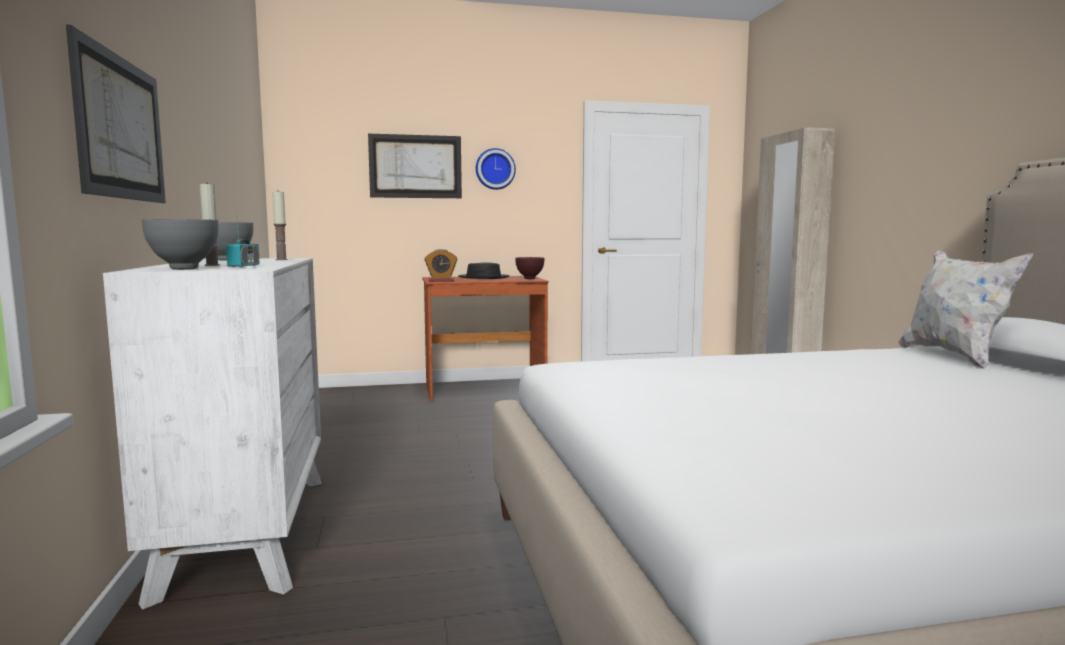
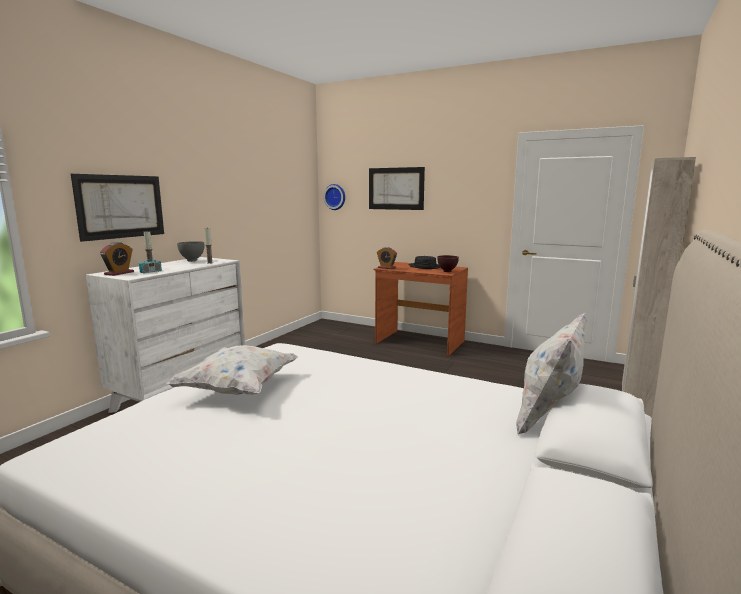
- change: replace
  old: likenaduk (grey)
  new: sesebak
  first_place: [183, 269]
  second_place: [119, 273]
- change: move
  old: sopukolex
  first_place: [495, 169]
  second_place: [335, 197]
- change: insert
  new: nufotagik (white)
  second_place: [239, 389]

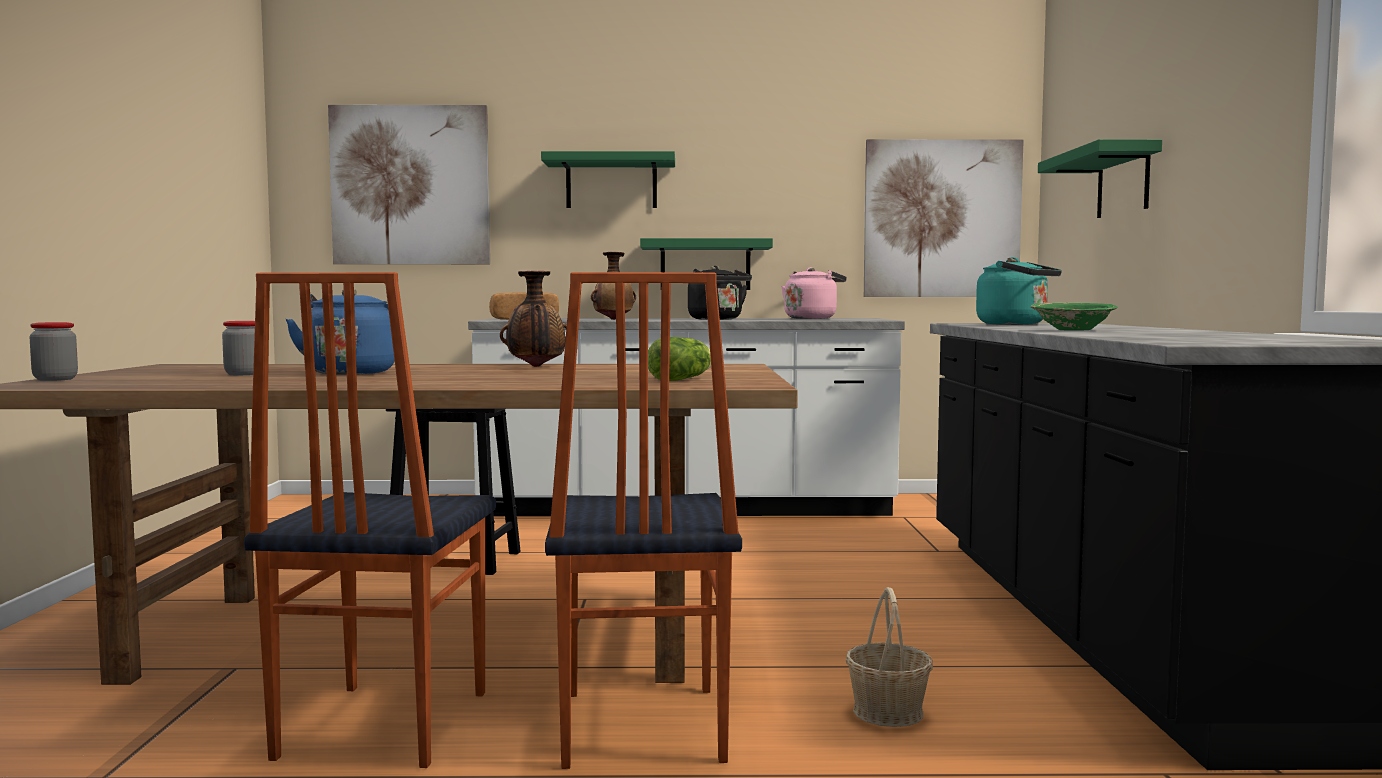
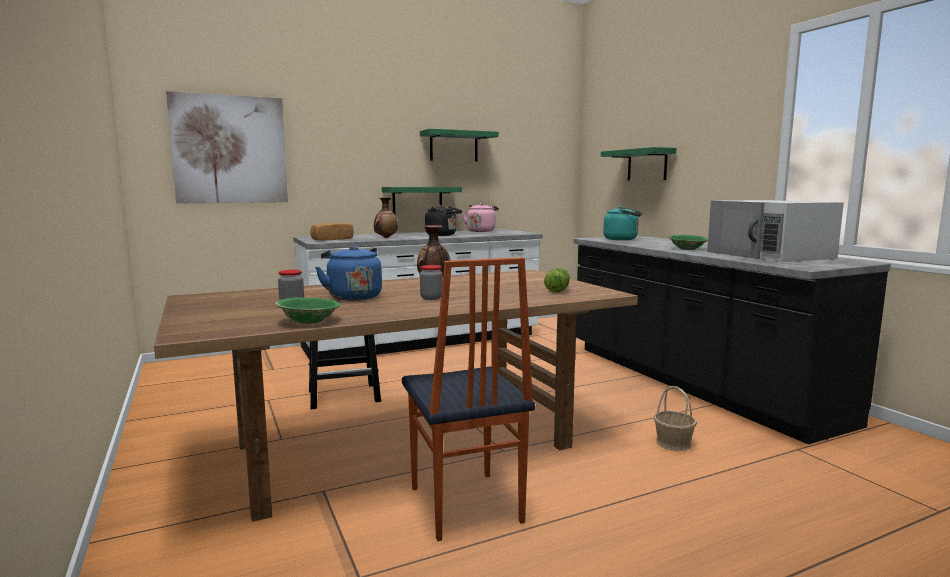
- change: move
  old: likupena
  first_place: [55, 379]
  second_place: [431, 298]
- change: move
  old: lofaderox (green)
  first_place: [611, 183]
  second_place: [454, 146]
- change: delete
  old: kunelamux
  first_place: [638, 726]
- change: delete
  old: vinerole
  first_place: [942, 219]
- change: insert
  new: likenaduk (green)
  second_place: [309, 321]
- change: insert
  new: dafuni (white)
  second_place: [770, 255]

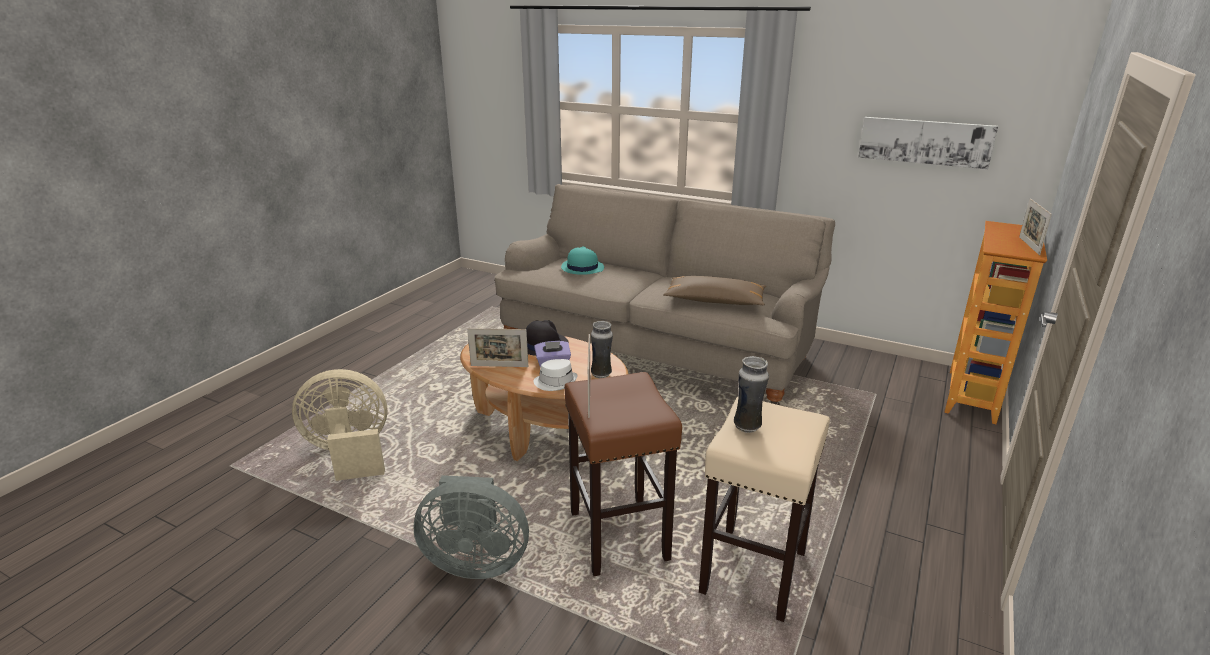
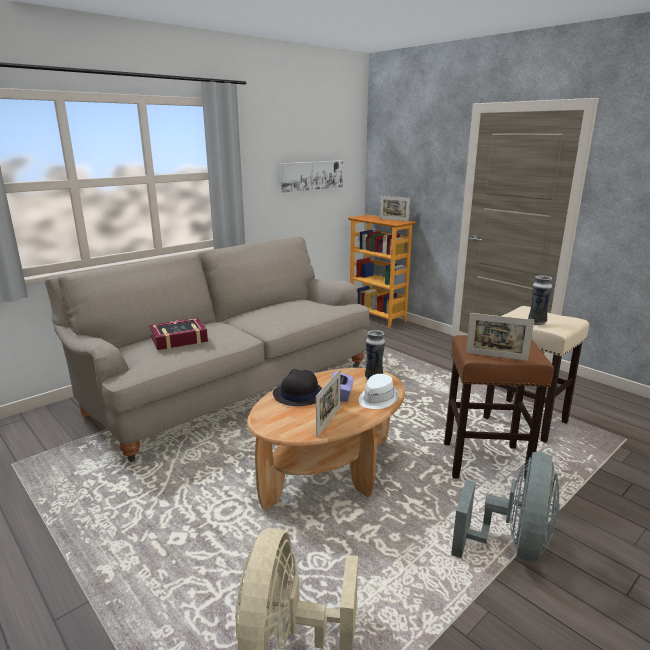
- change: replace
  old: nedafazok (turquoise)
  new: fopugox
  first_place: [582, 268]
  second_place: [179, 339]
- change: delete
  old: nufotagik (brown)
  first_place: [714, 301]

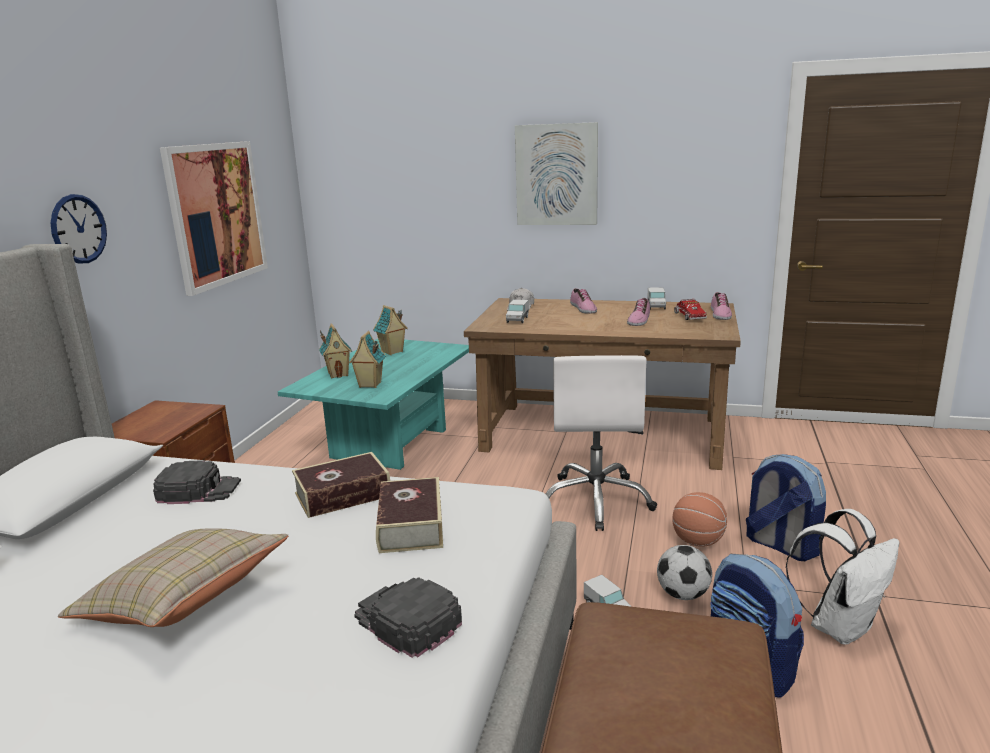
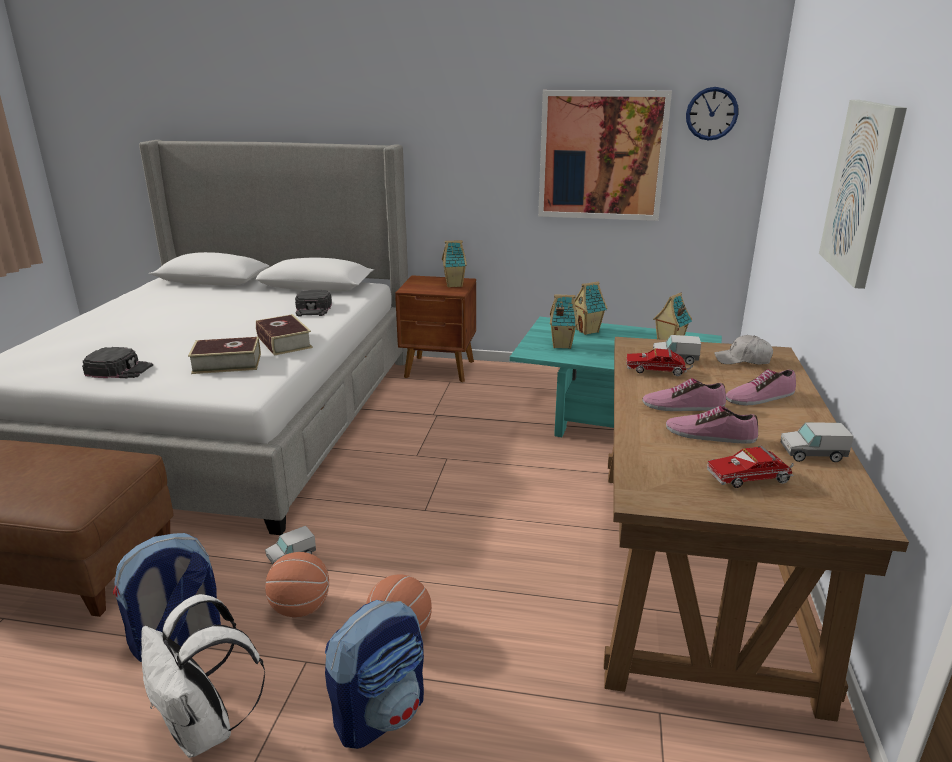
- change: move
  old: sopukolex
  first_place: [78, 229]
  second_place: [711, 113]
- change: delete
  old: nufotagik (beige)
  first_place: [183, 603]
- change: rotate
  old: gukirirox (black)
  first_place: [406, 621]
  second_place: [119, 369]
  degrees: 60
- change: delete
  old: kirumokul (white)
  first_place: [596, 500]
- change: replace
  old: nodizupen
  new: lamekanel
  first_place: [683, 594]
  second_place: [301, 608]
- change: move
  old: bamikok
  first_place: [719, 314]
  second_place: [683, 406]
- change: insert
  new: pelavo
  second_place: [455, 285]
- change: insert
  new: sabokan
  second_place: [658, 372]

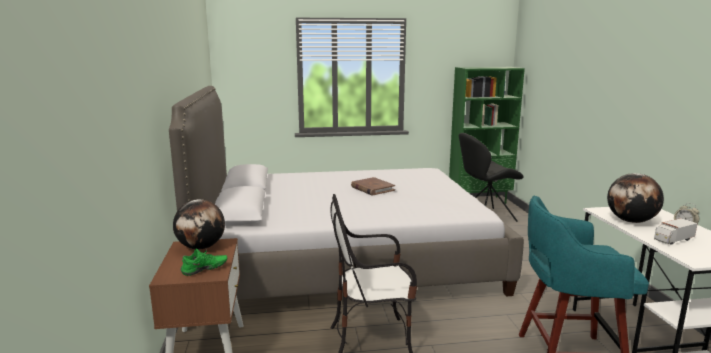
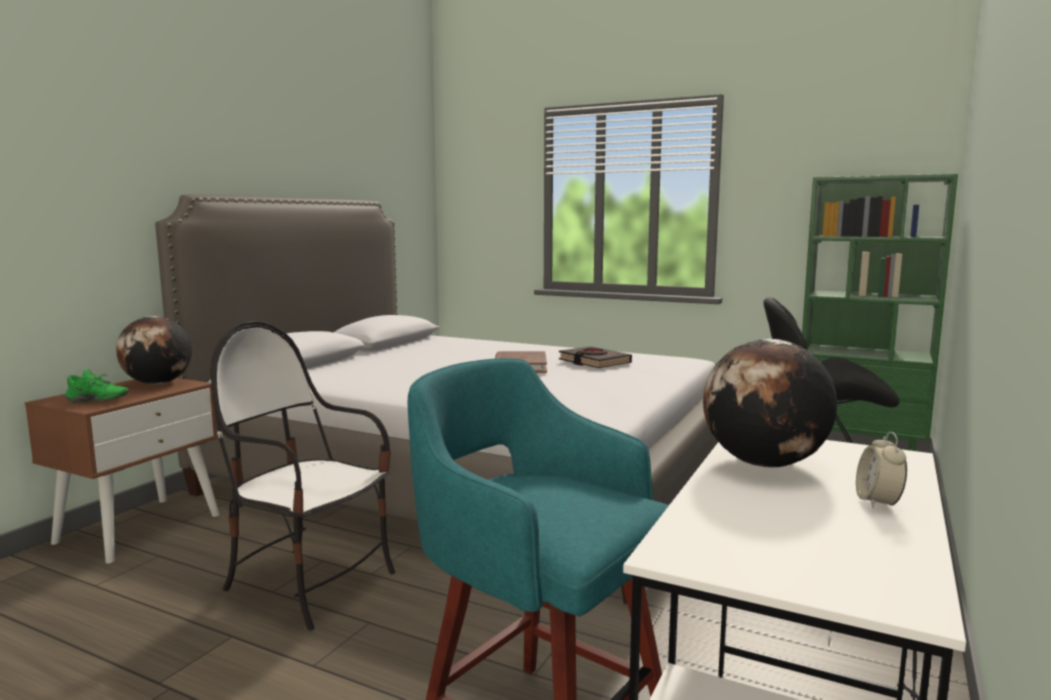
- change: delete
  old: sabokan
  first_place: [673, 240]
- change: insert
  new: fopugox (black)
  second_place: [594, 362]

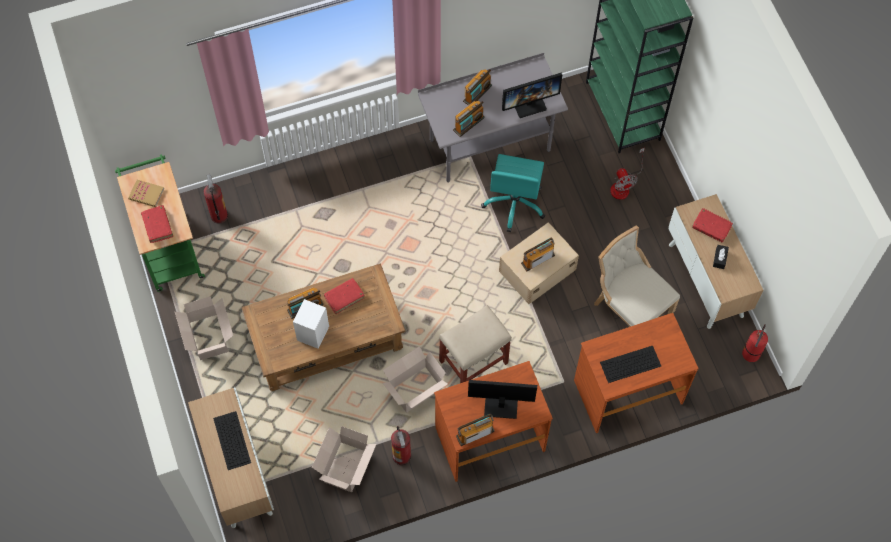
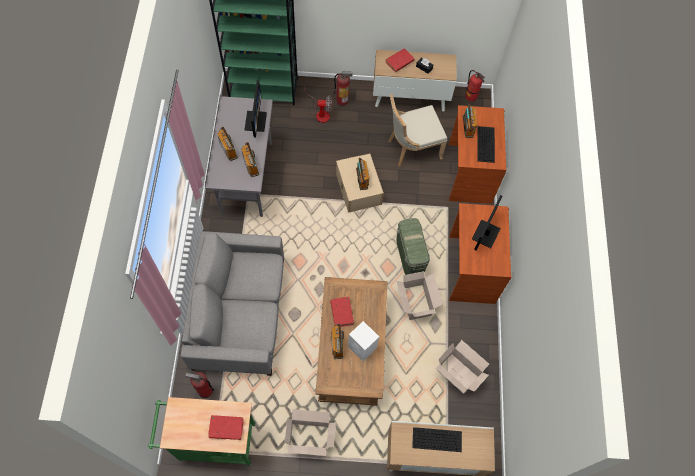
- change: delete
  old: fopugox
  first_place: [146, 194]
- change: move
  old: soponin
  first_place: [402, 456]
  second_place: [342, 100]
- change: replace
  old: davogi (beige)
  new: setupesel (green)
  first_place: [474, 361]
  second_place: [409, 256]
- change: move
  old: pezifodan
  first_place: [475, 433]
  second_place: [467, 126]
- change: delete
  old: kirumokul (turquoise)
  first_place: [514, 203]
- change: insert
  new: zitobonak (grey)
  second_place: [240, 313]

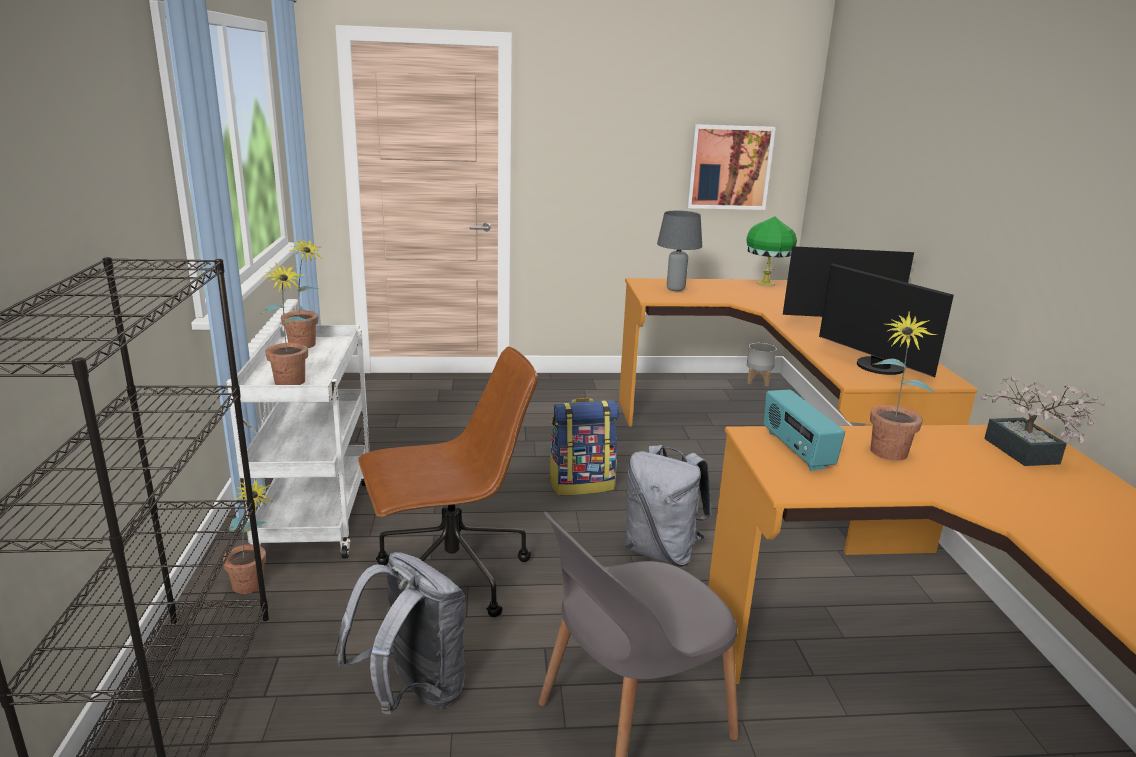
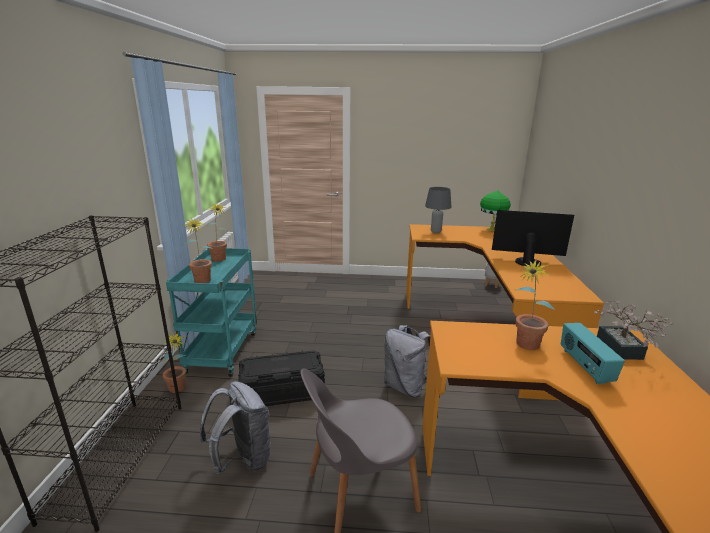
- change: recolor
  old: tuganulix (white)
  new: tuganulix (turquoise)
  first_place: [314, 515]
  second_place: [222, 350]
- change: replace
  old: kirumokul (brown)
  new: setupesel (black)
  first_place: [450, 577]
  second_place: [282, 392]
- change: delete
  old: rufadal
  first_place: [582, 484]
- change: delete
  old: vinerole
  first_place: [729, 167]
- change: move
  old: pezifodan
  first_place: [796, 450]
  second_place: [584, 366]
- change: delete
  old: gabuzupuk
  first_place: [877, 367]

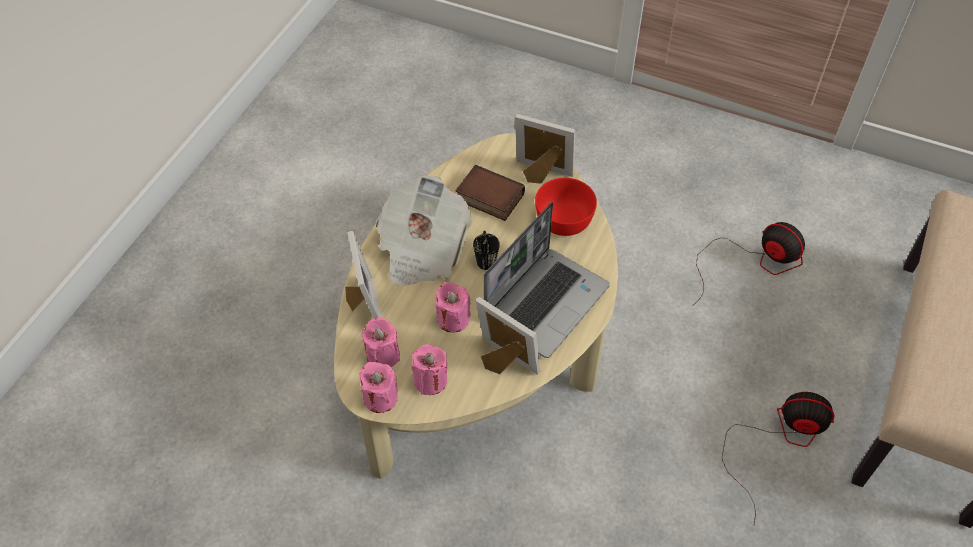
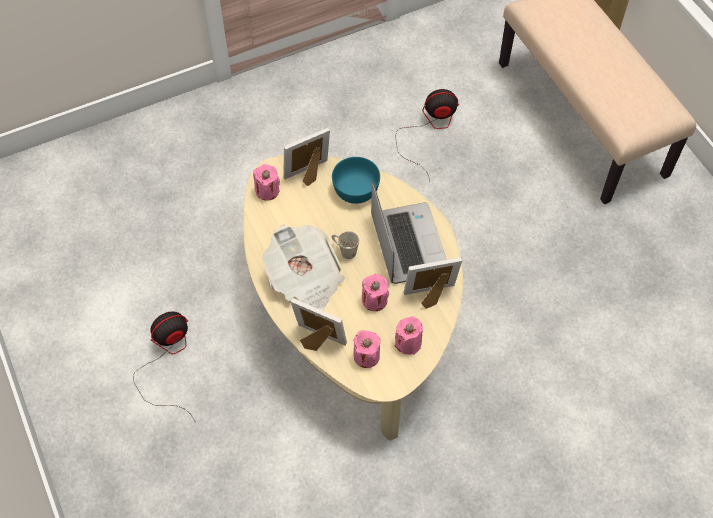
- change: move
  old: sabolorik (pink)
  first_place: [380, 398]
  second_place: [267, 191]
- change: delete
  old: fopugox
  first_place: [488, 198]
- change: recolor
  old: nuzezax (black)
  new: nuzezax (white)
  first_place: [485, 257]
  second_place: [344, 250]
- change: recolor
  old: likenaduk (red)
  new: likenaduk (turquoise)
  first_place: [563, 220]
  second_place: [356, 190]
- change: move
  old: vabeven
  first_place: [778, 441]
  second_place: [168, 359]

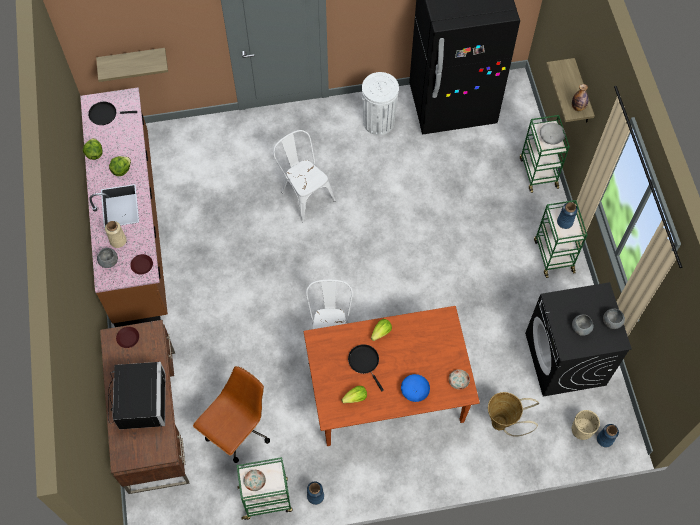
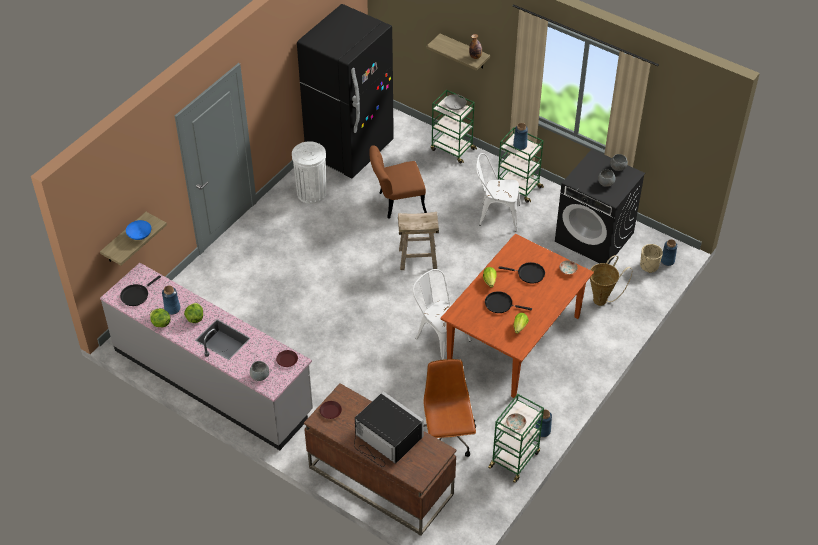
- change: recolor
  old: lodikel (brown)
  new: lodikel (grey)
  first_place: [134, 226]
  second_place: [213, 380]
- change: delete
  old: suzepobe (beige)
  first_place: [118, 241]
- change: move
  old: kunelamux (white)
  first_place: [304, 194]
  second_place: [495, 215]
- change: move
  old: likenaduk (blue)
  first_place: [414, 391]
  second_place: [139, 235]
- change: insert
  new: suzepobe (blue)
  second_place: [172, 309]
- change: insert
  new: kunelamux (brown)
  second_place: [396, 203]
- change: insert
  new: davogi (beige)
  second_place: [418, 258]
- change: insert
  new: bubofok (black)
  second_place: [528, 274]

